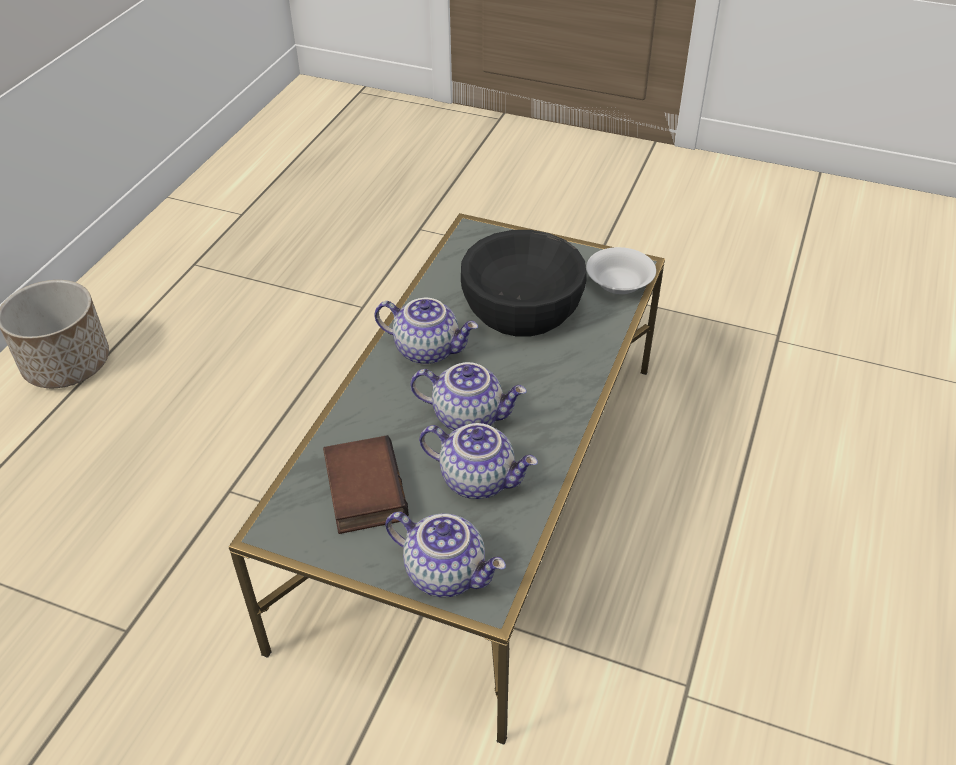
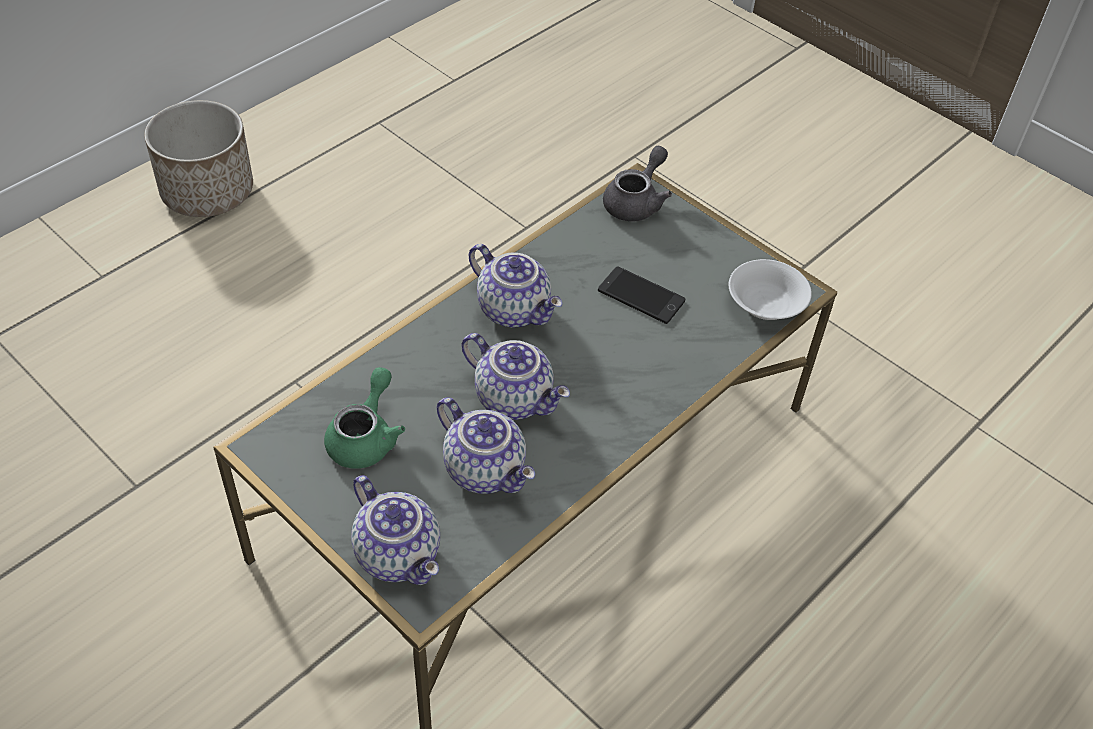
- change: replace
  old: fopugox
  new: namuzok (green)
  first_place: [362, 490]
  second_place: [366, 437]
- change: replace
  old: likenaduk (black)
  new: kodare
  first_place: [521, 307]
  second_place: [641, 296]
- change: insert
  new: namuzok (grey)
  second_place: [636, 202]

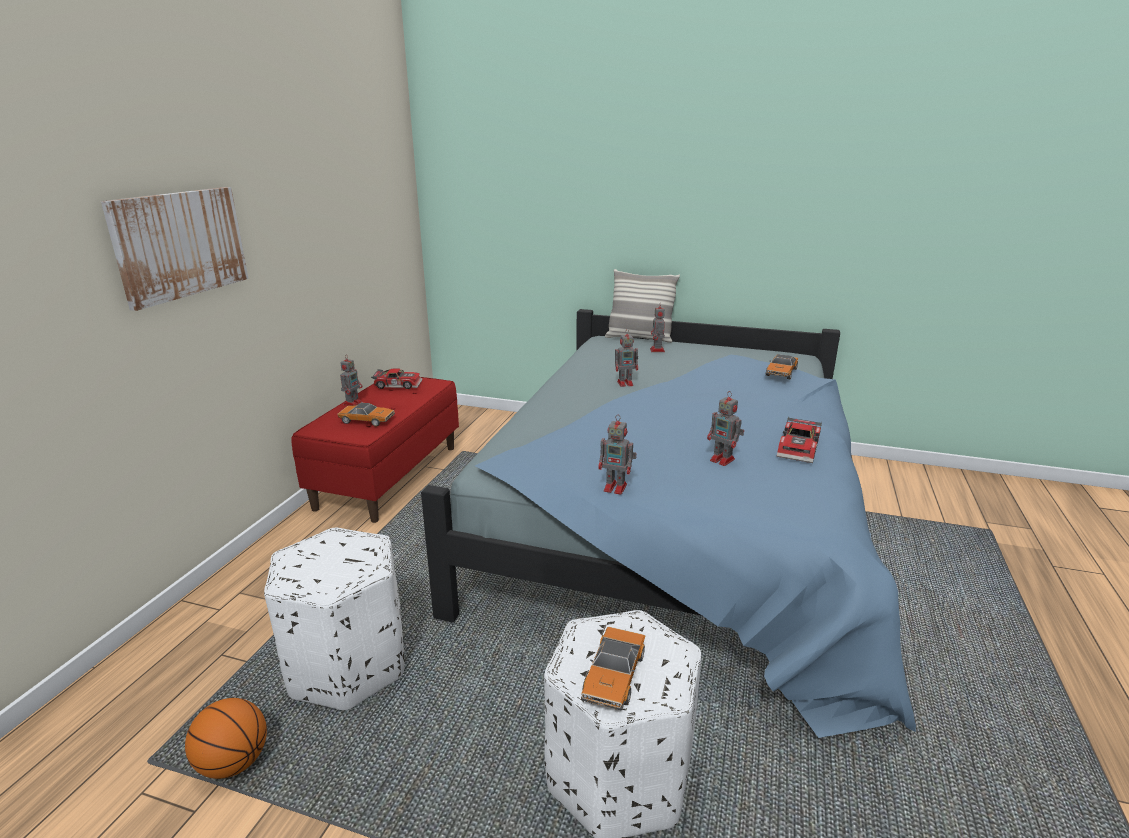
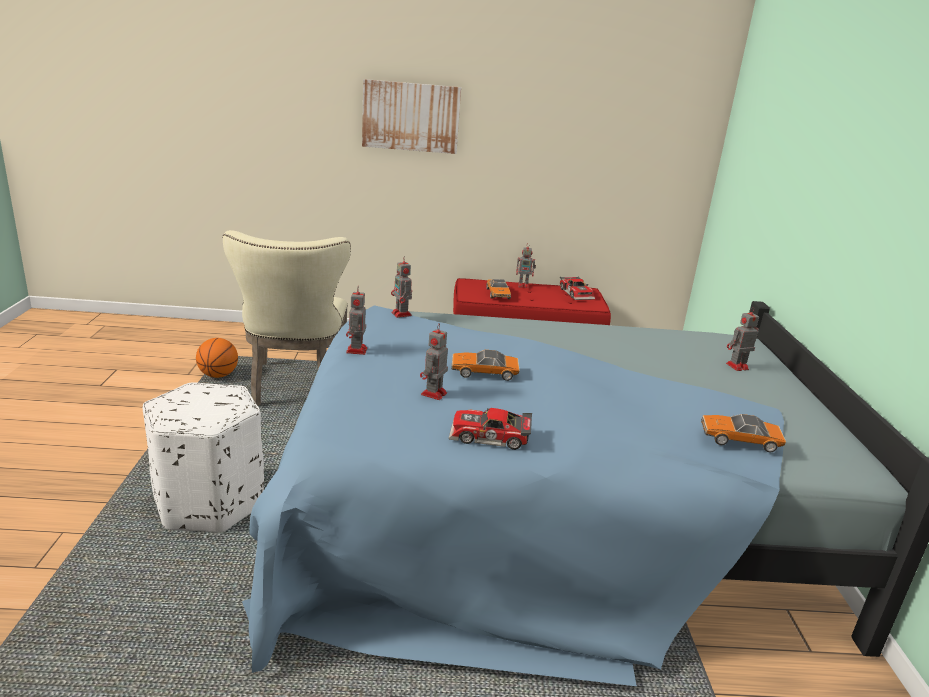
- change: replace
  old: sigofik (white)
  new: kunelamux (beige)
  first_place: [348, 666]
  second_place: [296, 389]
- change: move
  old: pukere
  first_place: [613, 676]
  second_place: [484, 372]
- change: delete
  old: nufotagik
  first_place: [639, 338]
- change: move
  old: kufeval
  first_place: [626, 383]
  second_place: [402, 314]

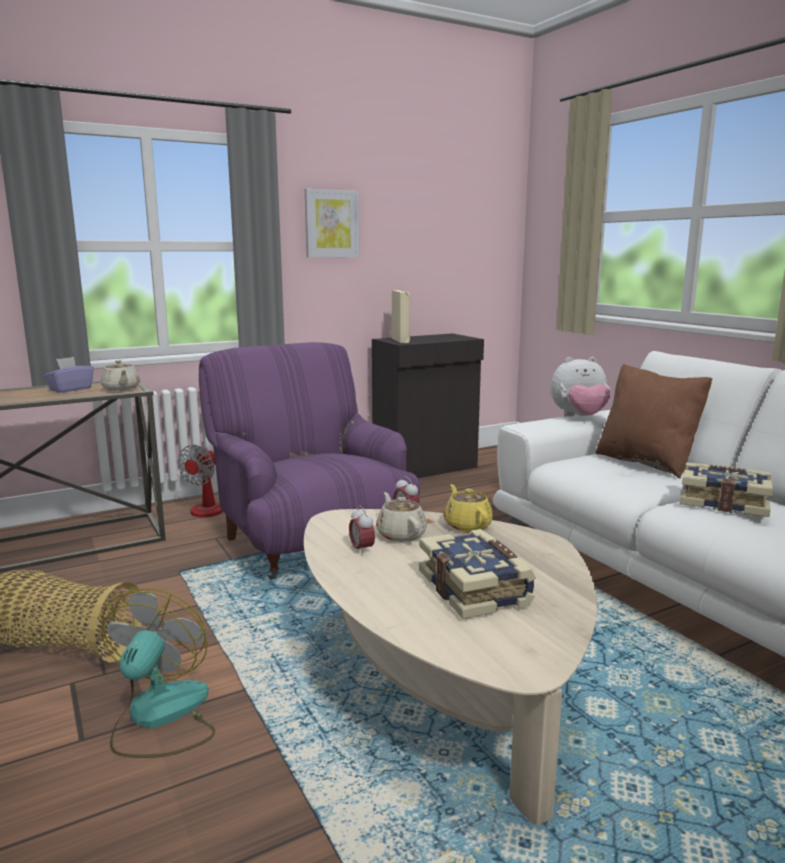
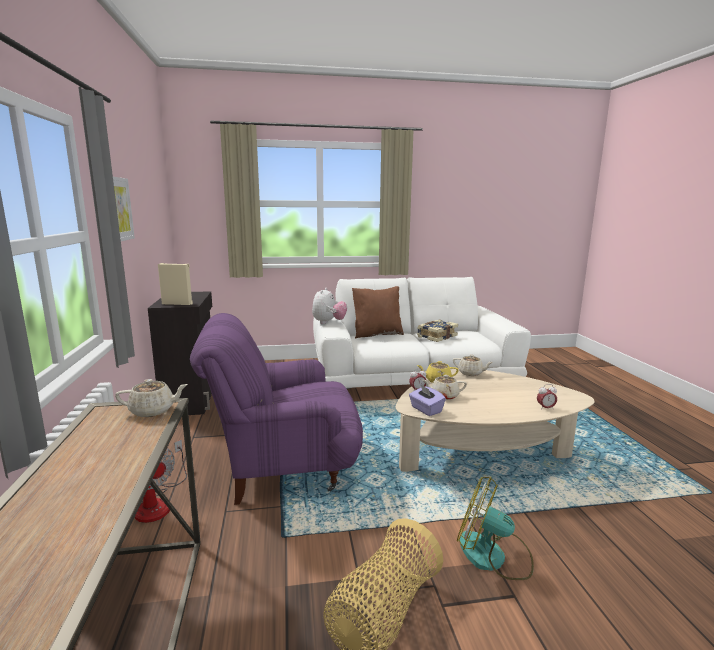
- change: move
  old: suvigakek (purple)
  first_place: [70, 389]
  second_place: [426, 410]
- change: move
  old: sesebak
  first_place: [361, 550]
  second_place: [545, 408]
- change: delete
  old: fopugox
  first_place: [476, 589]
- change: insert
  new: namuzok (beige)
  second_place: [471, 373]

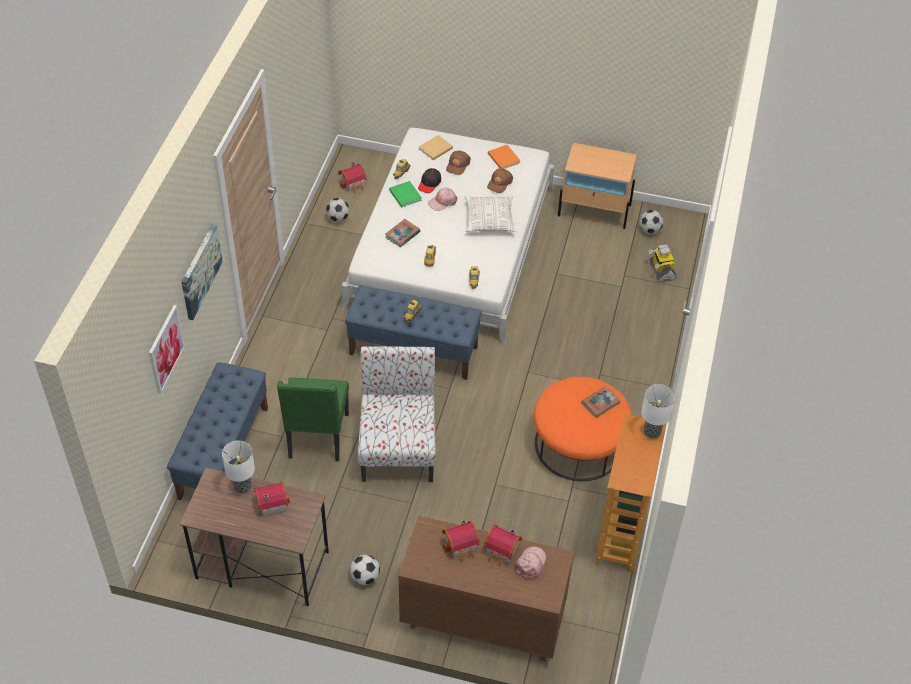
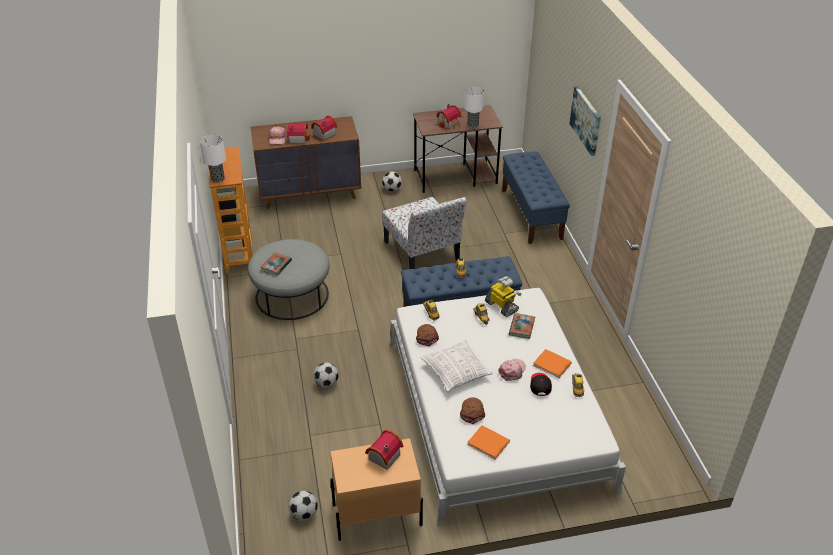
- change: delete
  old: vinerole
  first_place: [165, 349]
- change: delete
  old: kunelamux (green)
  first_place: [317, 437]
- change: move
  old: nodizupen
  first_place: [338, 218]
  second_place: [326, 383]
- change: move
  old: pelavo
  first_place: [354, 184]
  second_place: [382, 457]
- change: recolor
  old: fopugox (green)
  new: fopugox (orange)
  first_place: [405, 194]
  second_place: [553, 365]
- change: delete
  old: fopugox (beige)
  first_place: [434, 149]
- change: move
  old: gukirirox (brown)
  first_place: [457, 165]
  second_place: [427, 336]
- change: recolor
  old: sigofik (orange)
  new: sigofik (grey)
  first_place: [578, 444]
  second_place: [292, 295]
- change: move
  old: kufeval
  first_place: [661, 270]
  second_place: [502, 306]

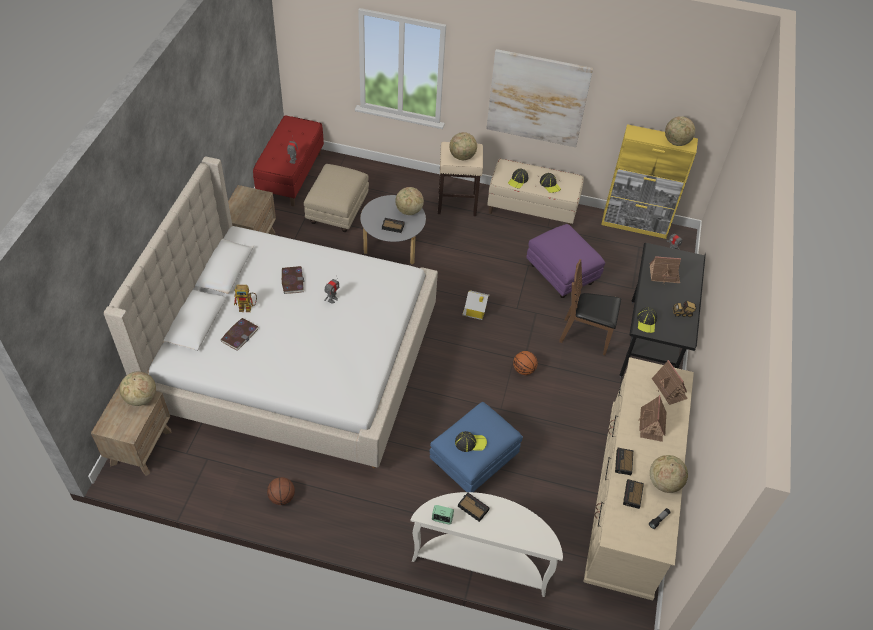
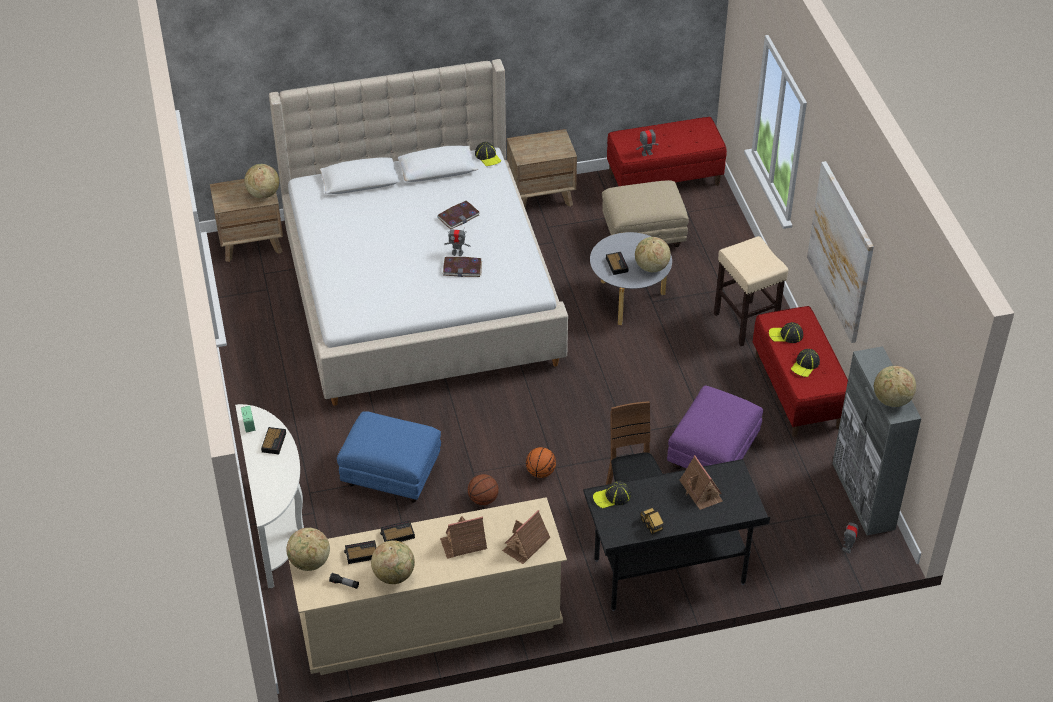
- change: move
  old: fopugox
  first_place: [239, 335]
  second_place: [462, 268]
- change: delete
  old: kufeval
  first_place: [248, 307]
- change: move
  old: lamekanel
  first_place: [282, 497]
  second_place: [483, 499]
- change: move
  old: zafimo
  first_place: [462, 157]
  second_place: [309, 562]
- change: move
  old: gukirirox
  first_place: [470, 442]
  second_place: [488, 157]
- change: delete
  old: pelavo
  first_place: [475, 312]
- change: recolor
  old: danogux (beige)
  new: danogux (red)
  first_place: [532, 210]
  second_place: [798, 391]
- change: recolor
  old: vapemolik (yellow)
  new: vapemolik (grey)
  first_place: [635, 225]
  second_place: [863, 496]

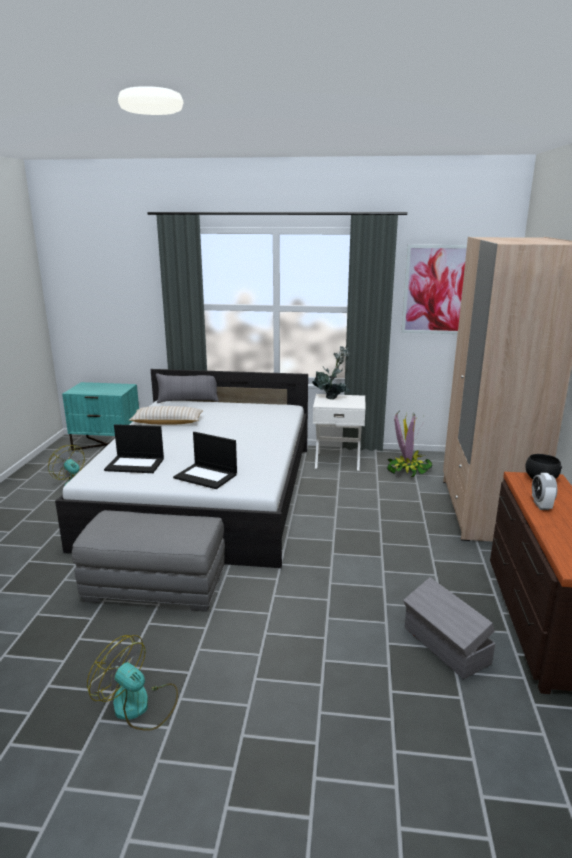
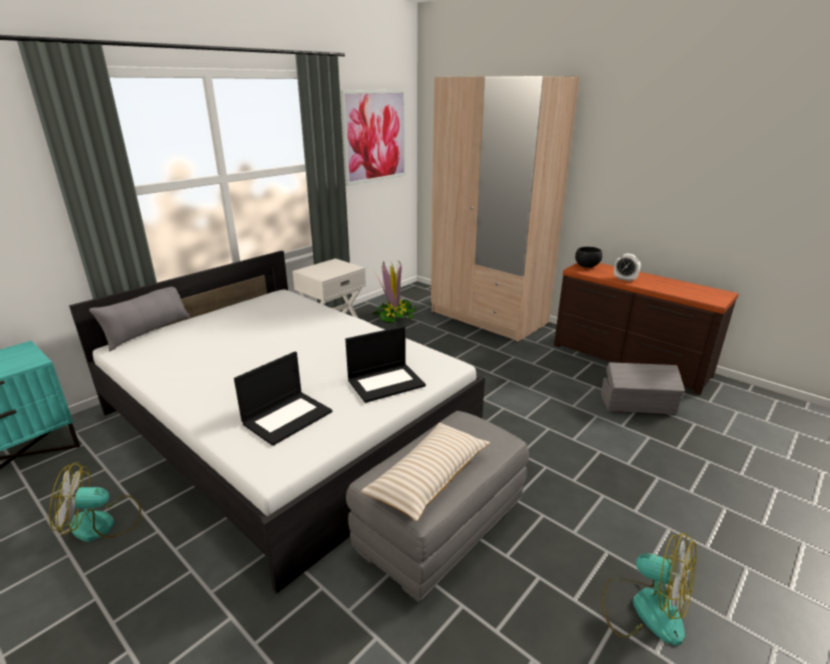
- change: rotate
  old: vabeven
  first_place: [139, 706]
  second_place: [644, 608]
  degrees: -120
- change: move
  old: nufotagik (beige)
  first_place: [167, 422]
  second_place: [429, 478]
- change: delete
  old: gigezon
  first_place: [332, 397]

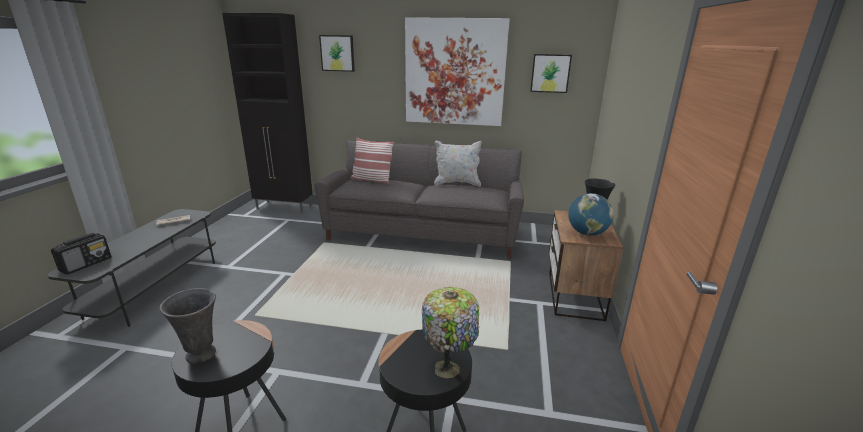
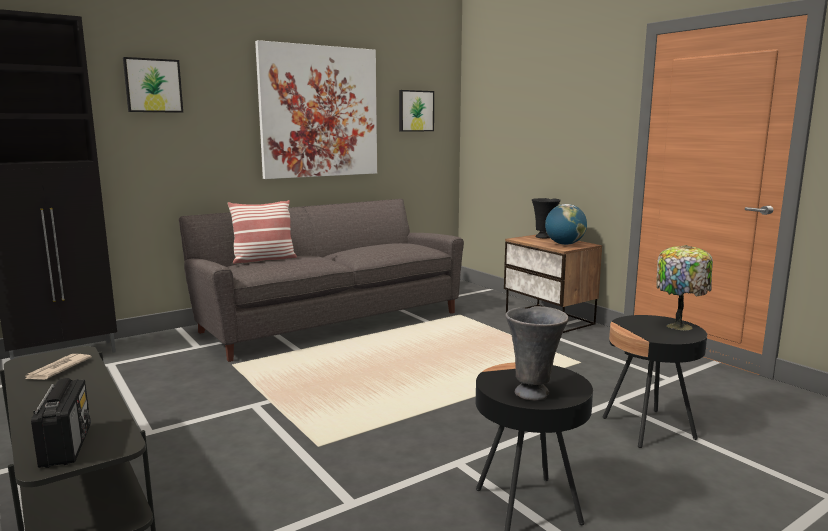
- change: delete
  old: nufotagik (white)
  first_place: [457, 183]

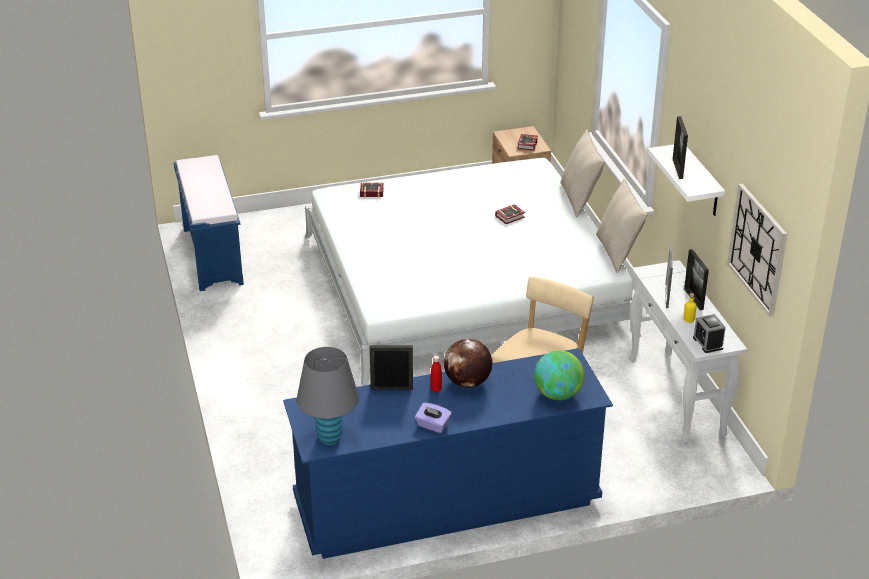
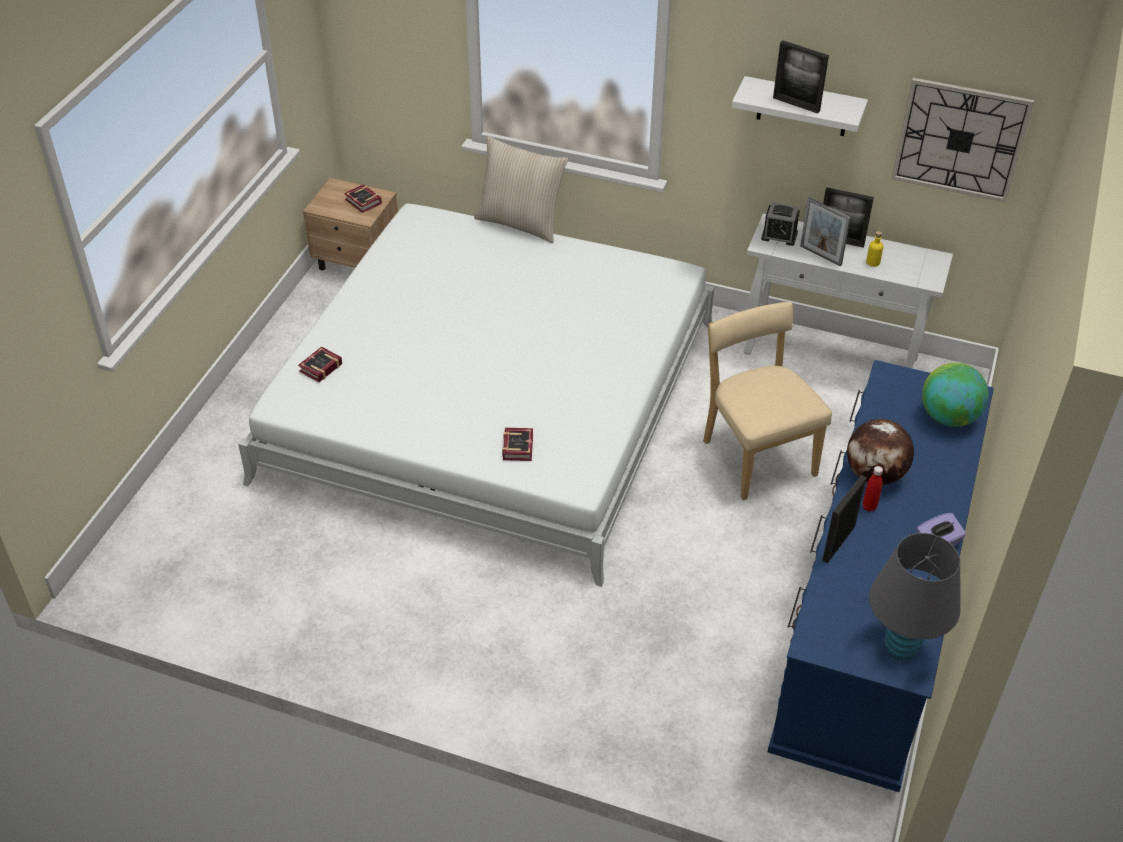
- change: delete
  old: danogux (blue)
  first_place: [211, 255]
- change: move
  old: fopugox
  first_place: [511, 217]
  second_place: [519, 446]
- change: delete
  old: nufotagik (beige)
  first_place: [618, 252]
- change: move
  old: sesebak
  first_place: [707, 343]
  second_place: [779, 236]

